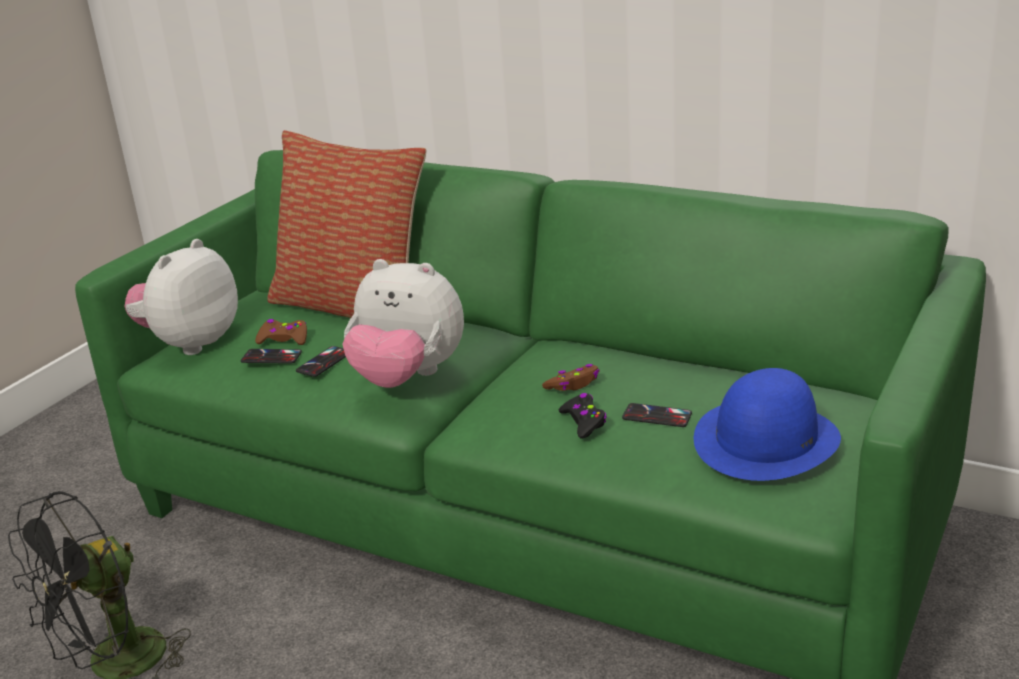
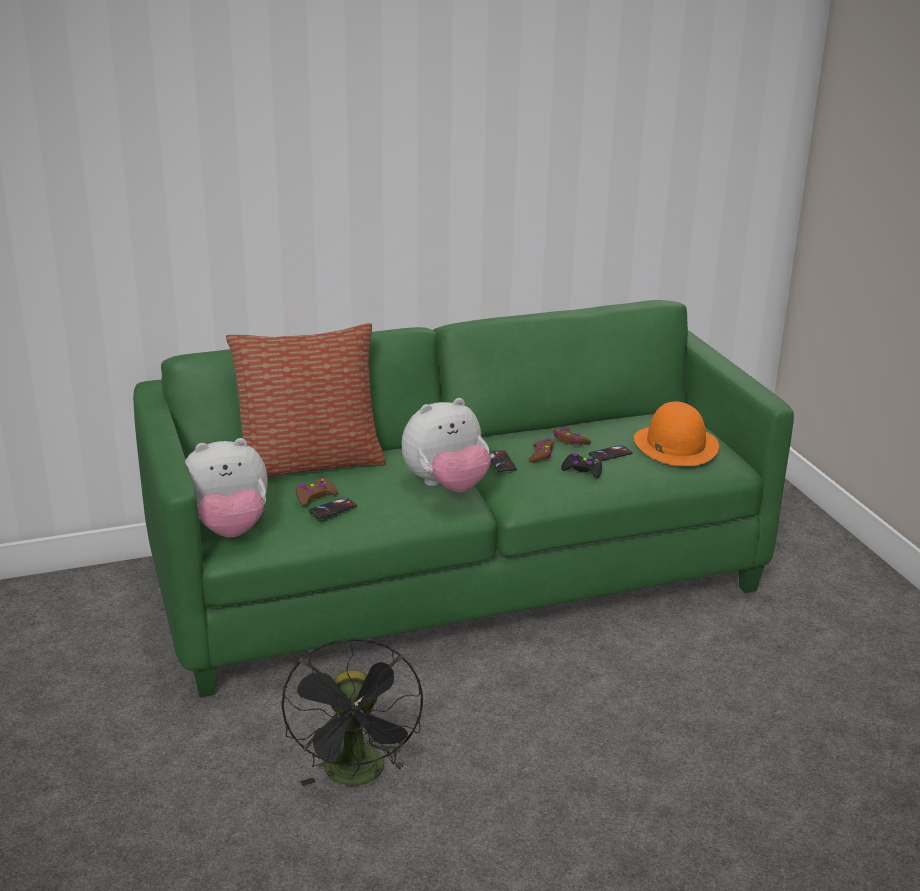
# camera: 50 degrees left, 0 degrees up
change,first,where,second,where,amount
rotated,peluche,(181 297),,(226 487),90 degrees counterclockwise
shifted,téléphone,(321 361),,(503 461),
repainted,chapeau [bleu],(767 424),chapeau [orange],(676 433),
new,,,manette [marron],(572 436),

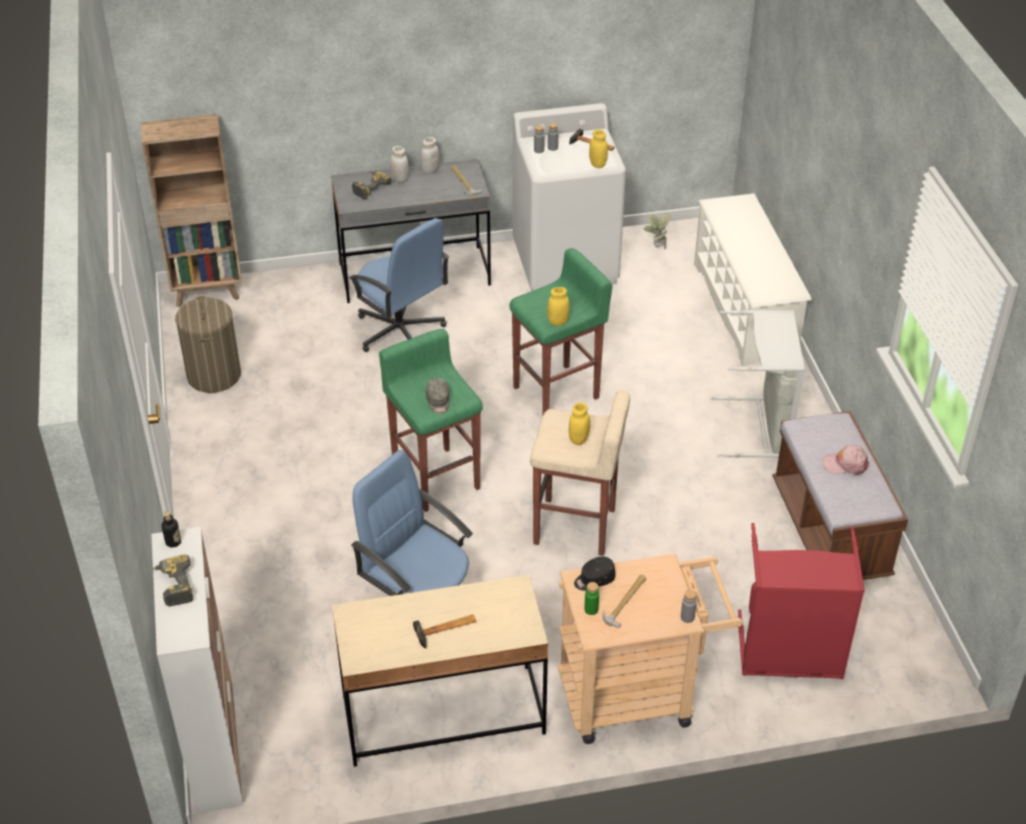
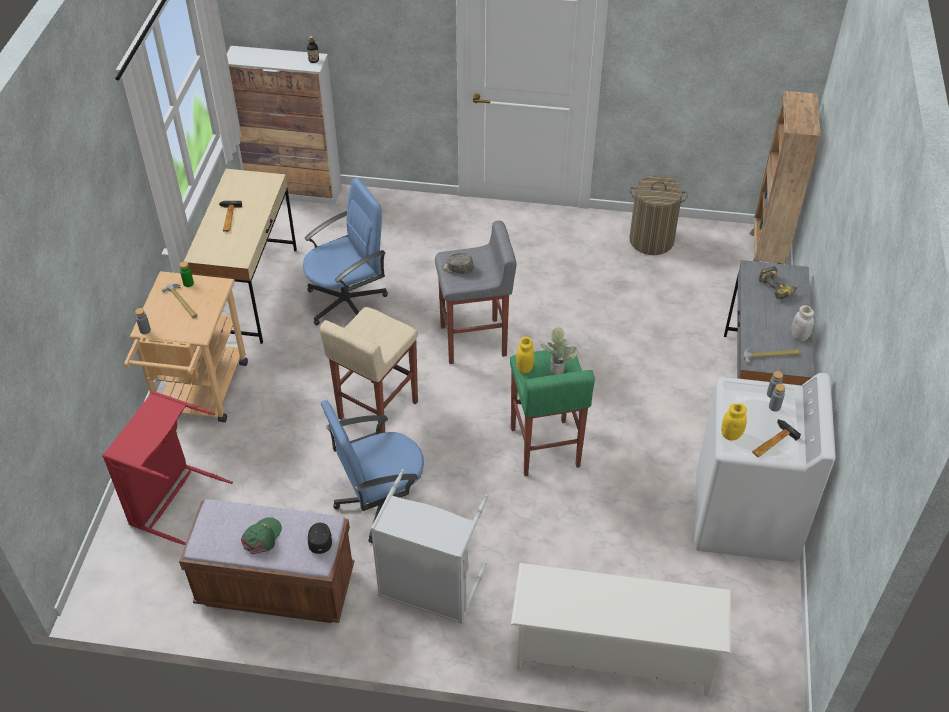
# camera: 110 degrees right, 5 degrees up
change,first,where,second,where,amount
gone,perceuse,(170 580),,,
shifted,chaise de bureau [bleu],(399 285),,(372 471),
repainted,tabouret [vert],(431 420),tabouret [gris],(475 292),
gone,bocal [blanc],(399 164),,,
gone,bocal [jaune],(579 423),,,
shifted,casquette [noir],(594 573),,(320 538),
shifted,plante en pot,(657 231),,(560 351),
repainted,casquette [rose],(846 460),casquette [vert],(261 536),

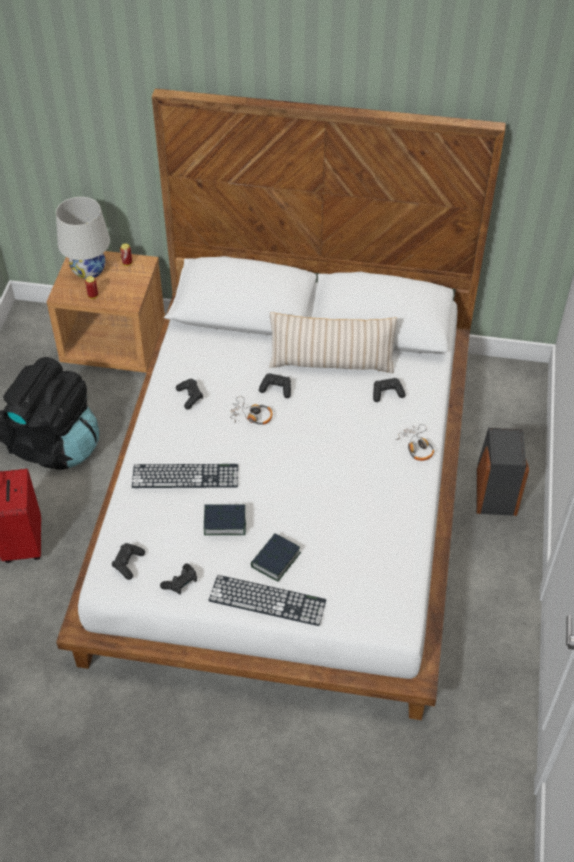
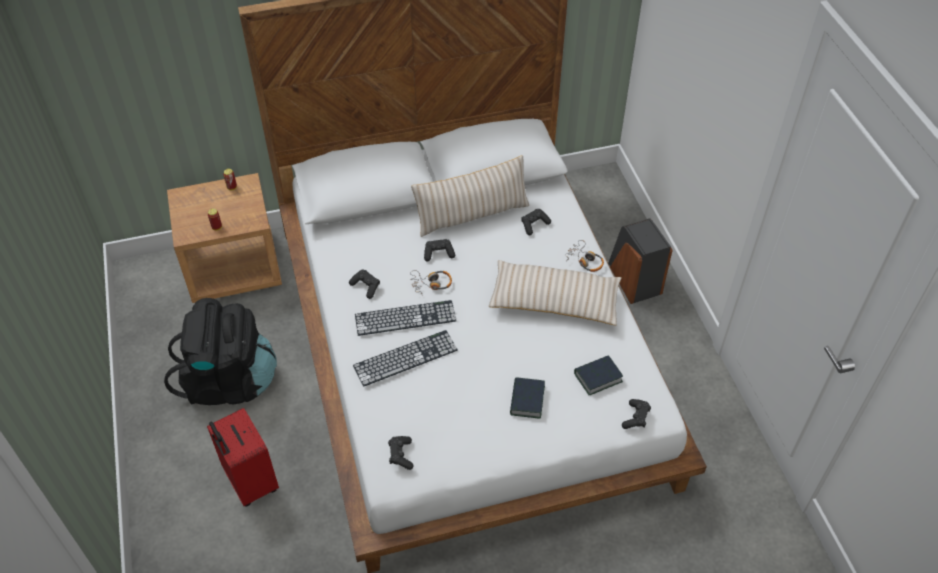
# camera: 25 degrees left, 0 degrees up
change,first,where,second,where,amount
gone,lampe de table [blanc],(83 238),,,
shifted,manette [noir],(178 579),,(636 414),
shifted,livre,(225 519),,(598 375),
shifted,clavier,(267 600),,(406 318),
new,,,coussin [beige],(555 292),

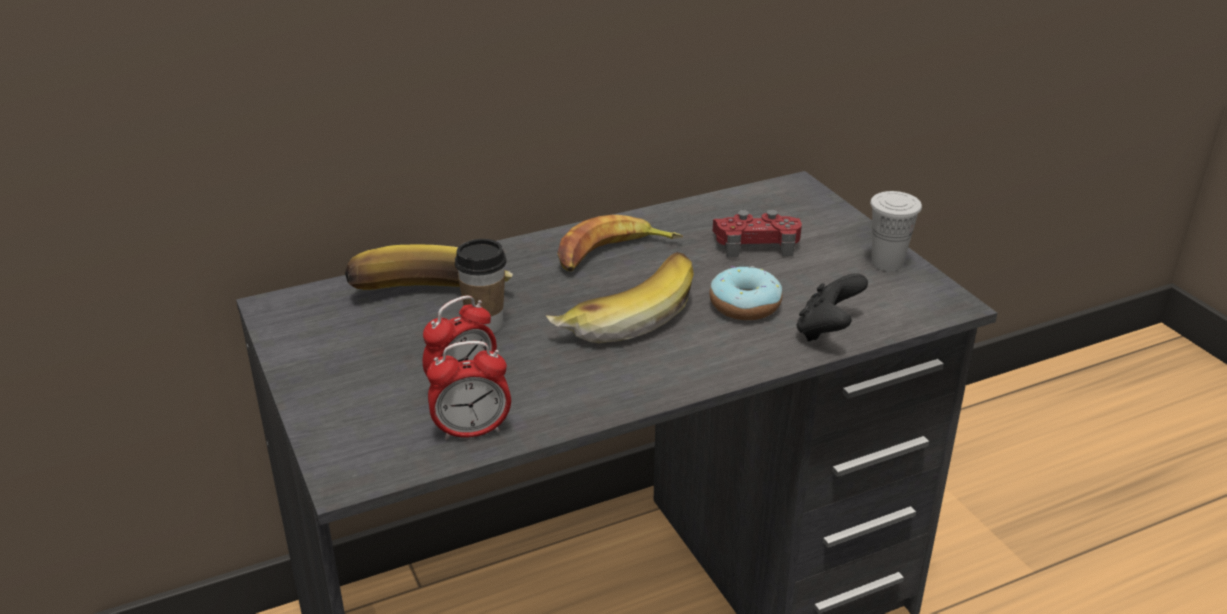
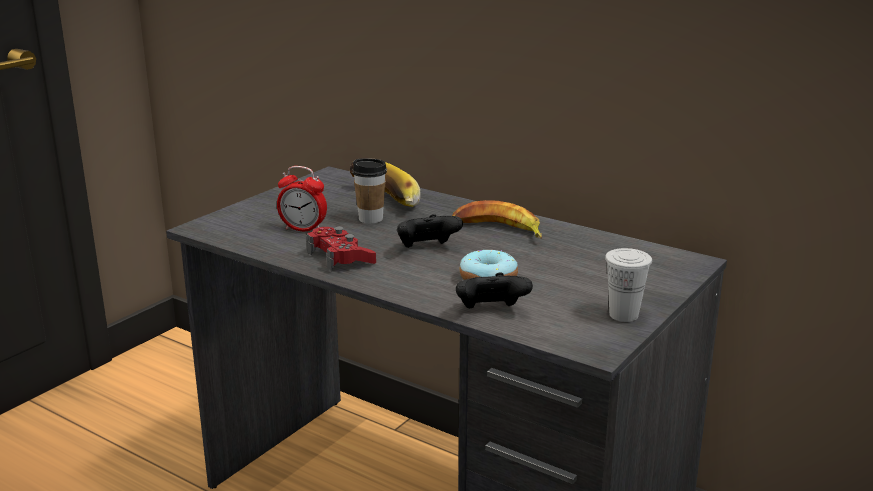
# camera: 60 degrees right, 10 degrees down
change,first,where,second,where,amount
gone,réveil,(469 390),,,
swapped,banane,(620 297),manette [noir],(430 231),
shifted,manette [rouge],(757 233),,(341 248),

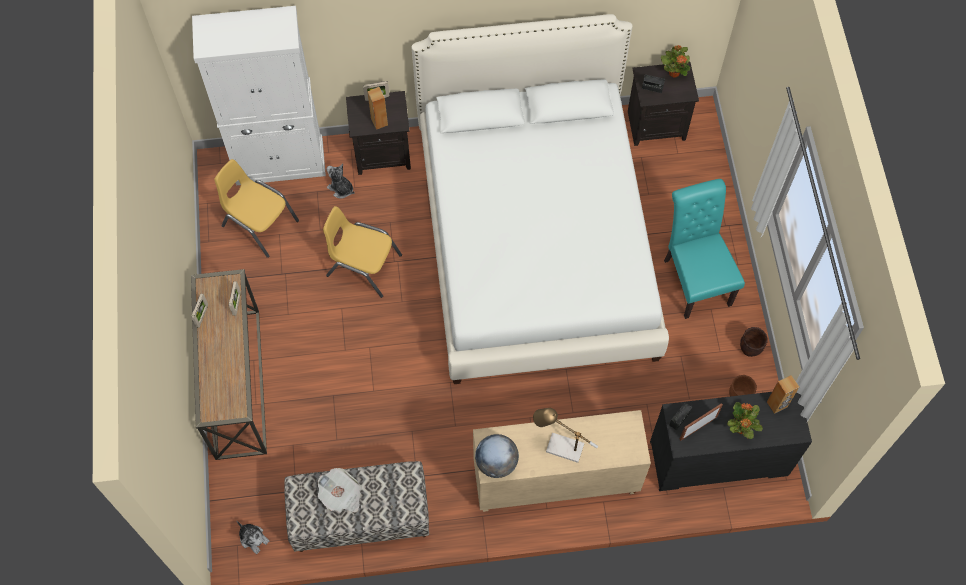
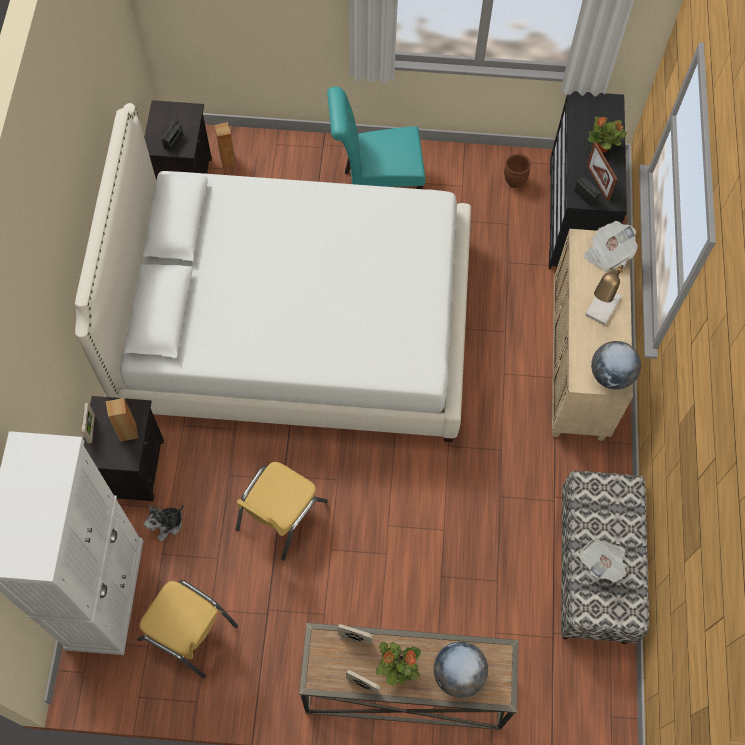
# camera: 80 degrees left, 0 degrees up
change,first,where,second,where,amount
rotated,chaise [jaune],(256 208),,(187 629),105 degrees counterclockwise
gone,peluche,(253 537),,,
shifted,plante en pot,(675 61),,(398 664),
gone,cache-pot [marron],(754 342),,,
shifted,enceinte [marron],(783 394),,(225 145),
new,,,globe,(461 670),
new,,,journal,(611 246),

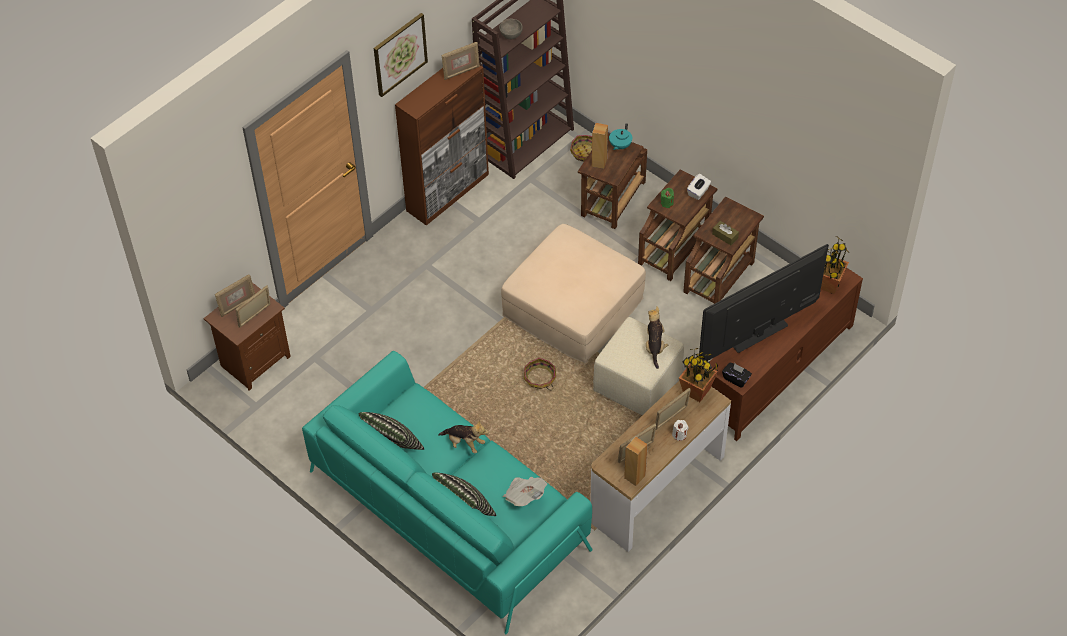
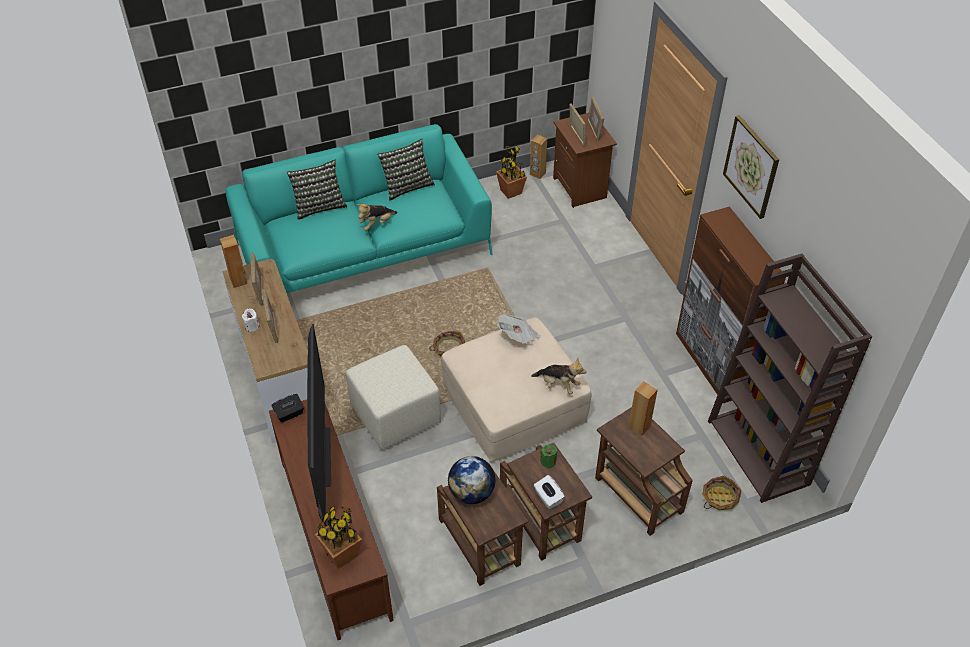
# camera: 115 degrees right, 5 degrees down
change,first,where,second,where,amount
gone,cadre photo,(461 61),,,
gone,bol [gris],(511 29),,,
shifted,journal,(525 491),,(519 329),
gone,théière [turquoise],(620 136),,,
shifted,peluche,(657 337),,(559 376),
shifted,plante en pot,(698 375),,(511 172),
swapped,boîte à mouchoirs [marron],(725 233),globe,(472 480),
new,,,enceinte [marron],(538 156),

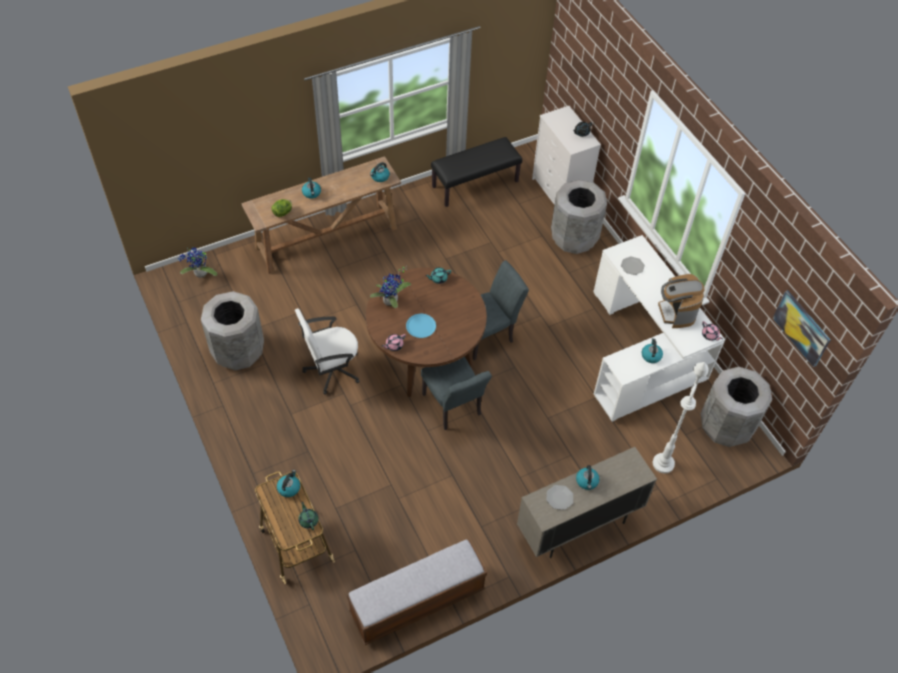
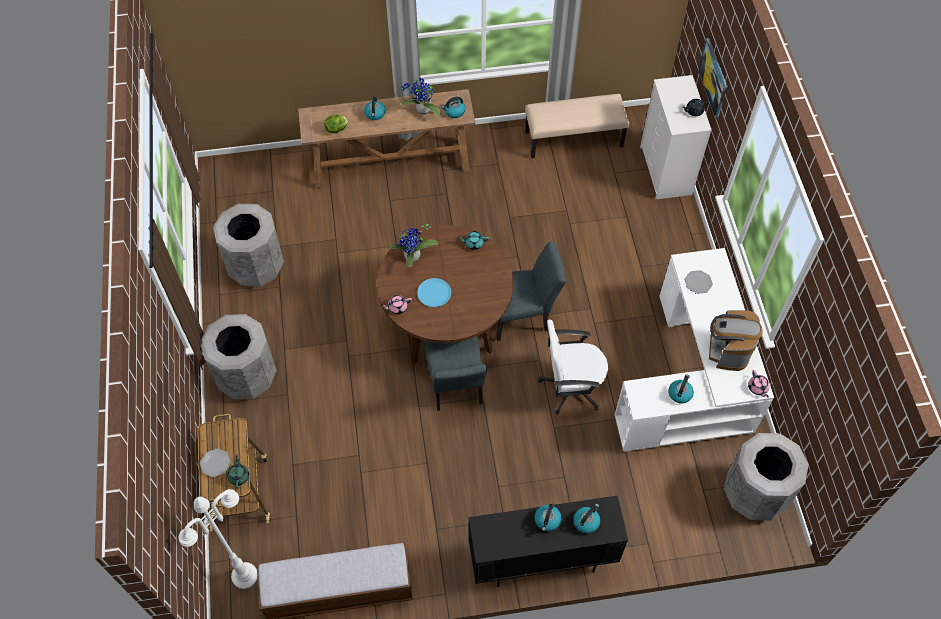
# camera: 20 degrees right, 5 degrees up
change,first,where,second,where,amount
shifted,plante en pot,(197 262),,(421 96),
shifted,bouilloire,(288 483),,(586 518),
shifted,chaise de bureau [blanc],(327 351),,(573 367),
repainted,banc [noir],(476 172),banc [beige],(577 126),
repainted,meuble de rangement [beige],(587 502),meuble de rangement [noir],(548 541),
shifted,assiette,(560 497),,(215 462),
shifted,poubelle [gris],(579 217),,(239 356),
shifted,lampadaire [blanc],(681 417),,(218 539),
shifted,tableau,(801 328),,(712 78),

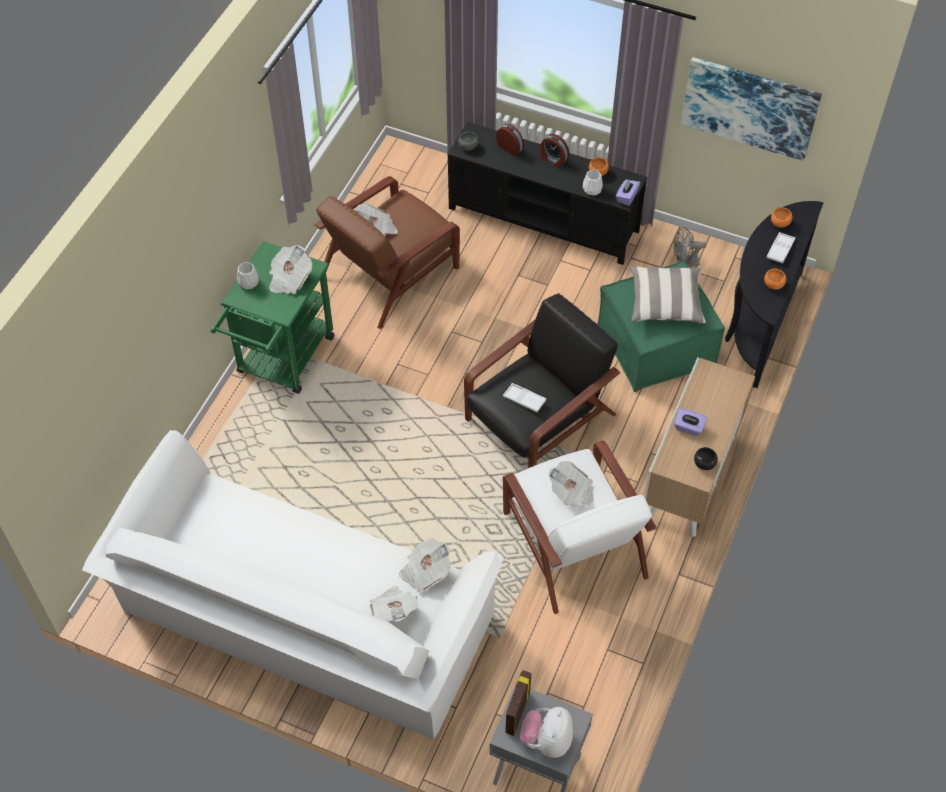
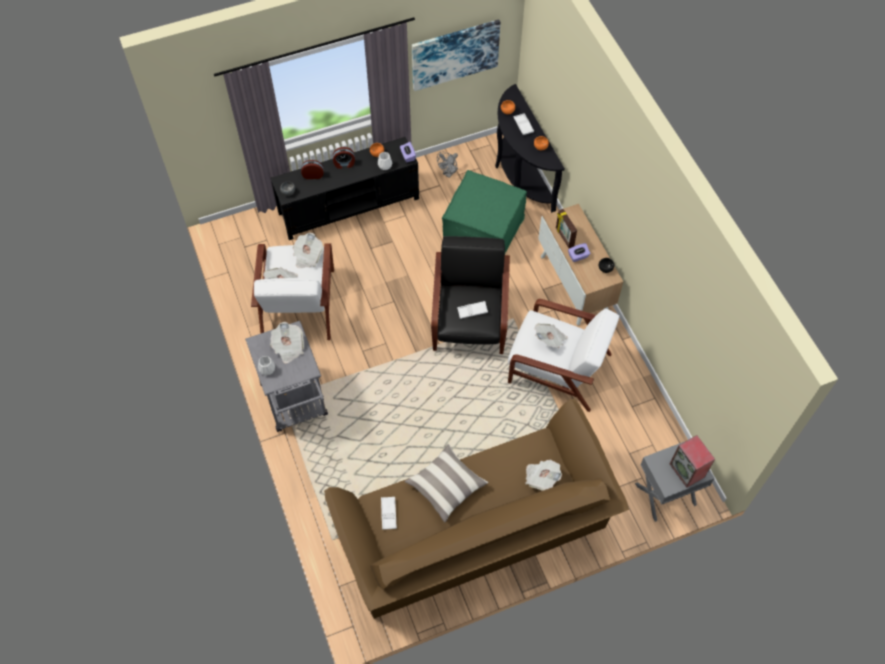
# camera: 45 degrees left, 5 degrees up
change,first,where,second,where,amount
repainted,canapé [blanc],(292 585),canapé [marron],(476 509),
repainted,chariot [vert],(272 317),chariot [gris],(286 376),
repainted,fauteuil [marron],(387 252),fauteuil [blanc],(292 291),
shifted,journal,(425 565),,(308 250),
shifted,cadre photo,(518 703),,(566 229),
swapped,peluche,(546 732),enceinte,(692 461),
shifted,coussin,(667 294),,(446 483),
new,,,plateau [blanc],(389 513),

